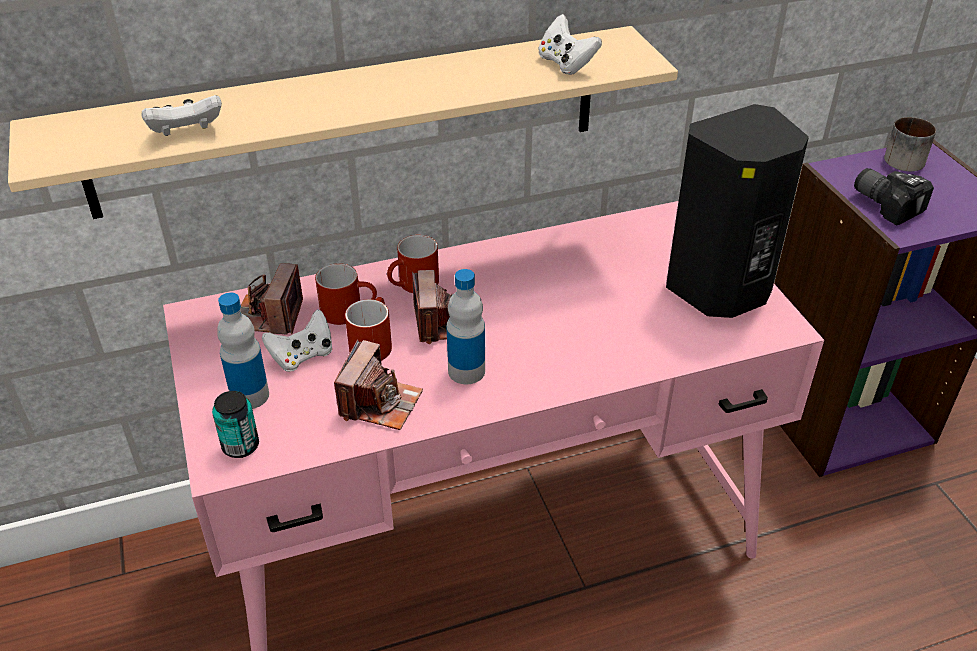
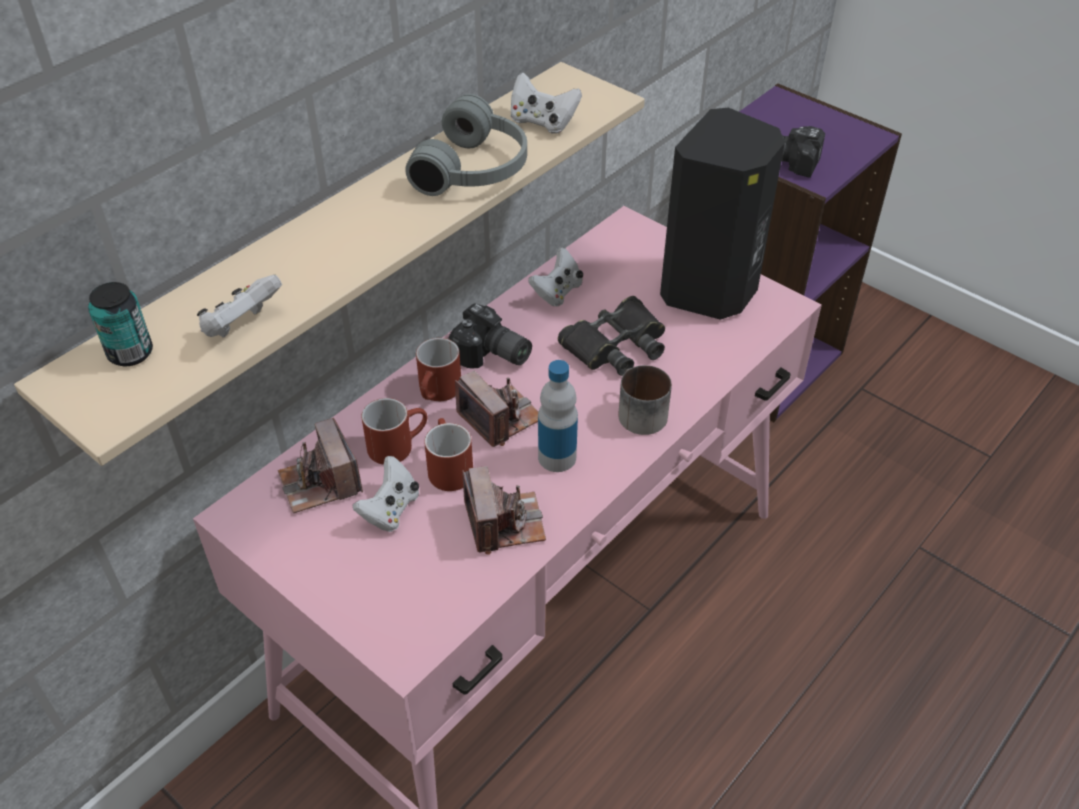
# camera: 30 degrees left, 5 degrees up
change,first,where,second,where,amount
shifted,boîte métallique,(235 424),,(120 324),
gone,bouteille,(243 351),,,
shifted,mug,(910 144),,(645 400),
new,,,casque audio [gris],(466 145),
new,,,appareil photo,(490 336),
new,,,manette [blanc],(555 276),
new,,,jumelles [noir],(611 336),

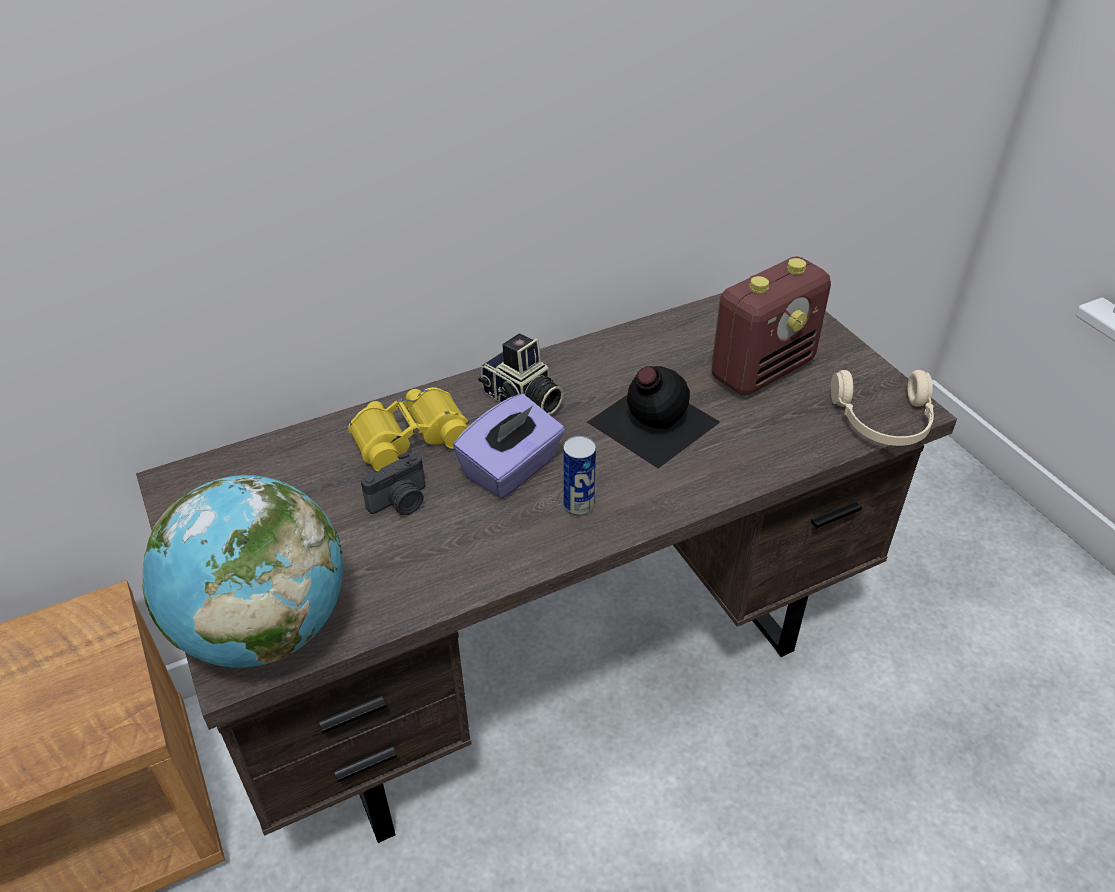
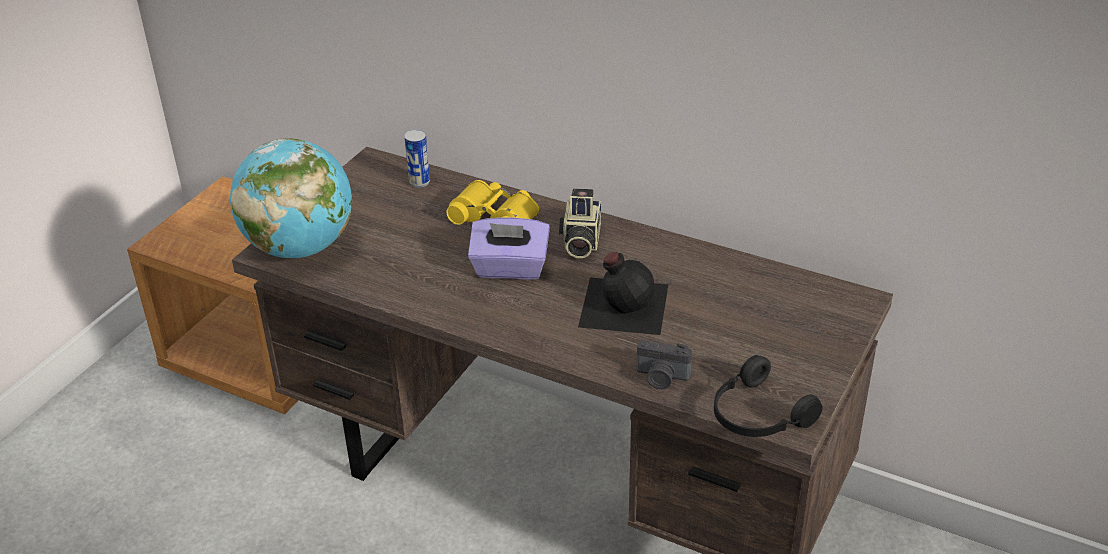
# camera: 55 degrees right, 5 degrees down
change,first,where,second,where,amount
shifted,appareil photo,(393 483),,(664 364),
shifted,boîte métallique,(579 476),,(417 159),
gone,radio,(771 326),,,
repainted,casque audio [beige],(882 408),casque audio [noir],(768 396),

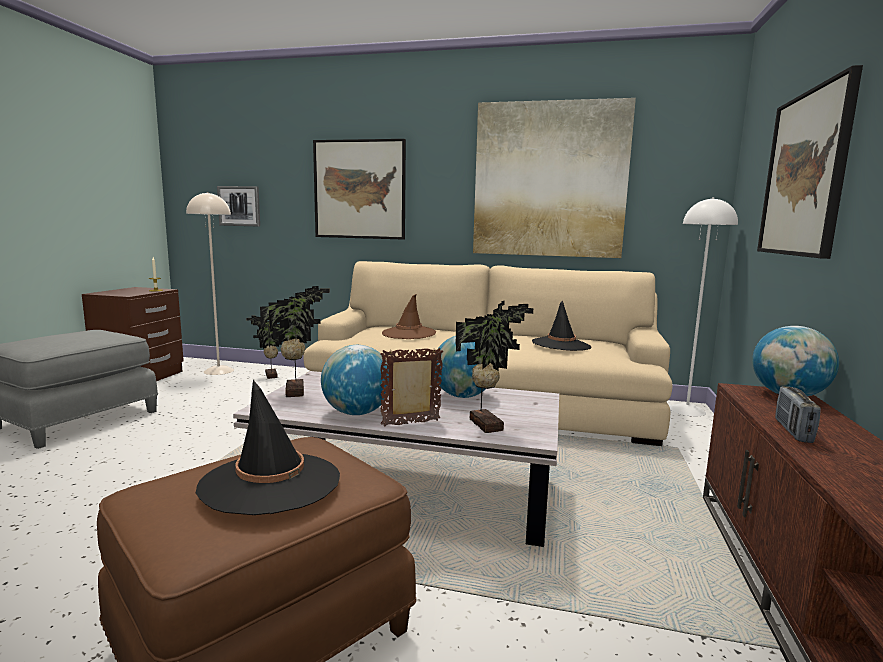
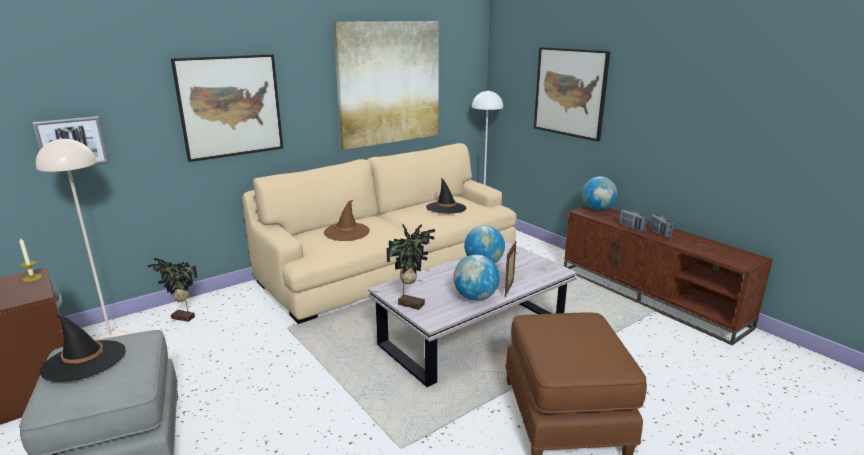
# camera: 50 degrees left, 10 degrees up
change,first,where,second,where,amount
shifted,chapeau [noir],(268 447),,(82 348),
gone,plante en pot,(494 366),,,
new,,,radio,(661 226),

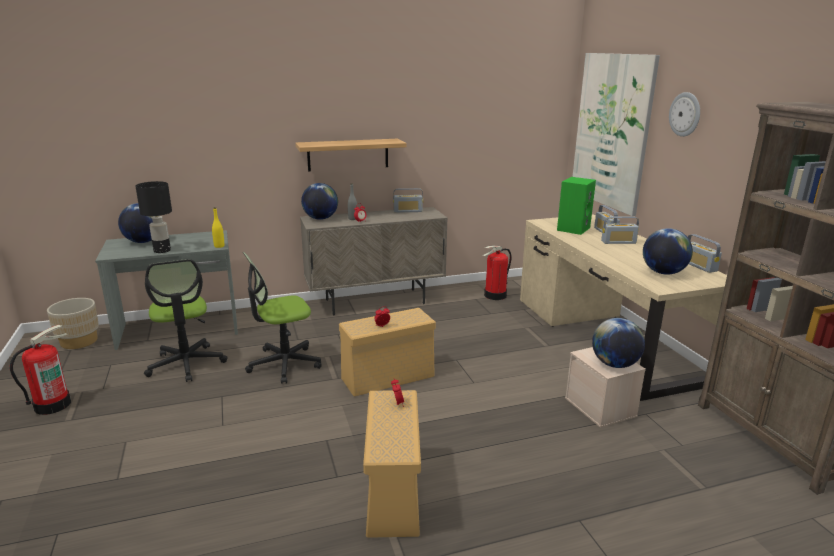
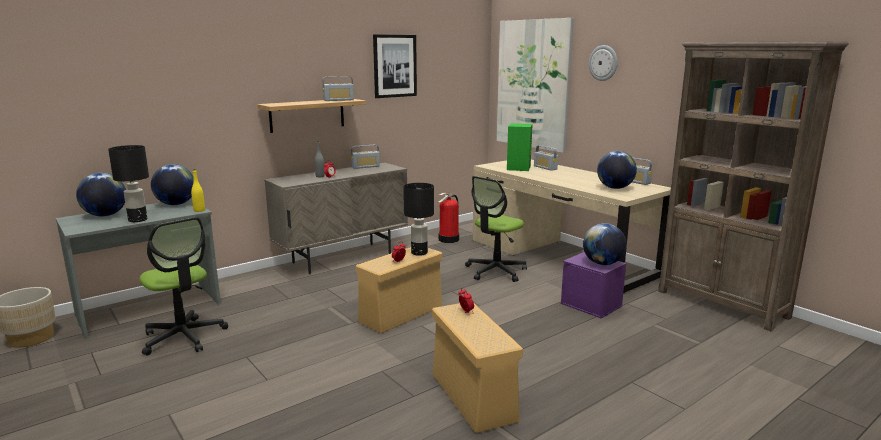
# camera: 20 degrees left, 5 degrees down
change,first,where,second,where,amount
gone,extincteur,(40 370),,,
shifted,chaise de bureau,(282 318),,(496 229),
shifted,globe,(319 201),,(172 184),
repainted,boîte de rangement [beige],(605 387),boîte de rangement [violet],(593 285),
shifted,radio,(620 230),,(338 88),
new,,,tableau,(395 66),
new,,,lampe de table [noir],(418 219),

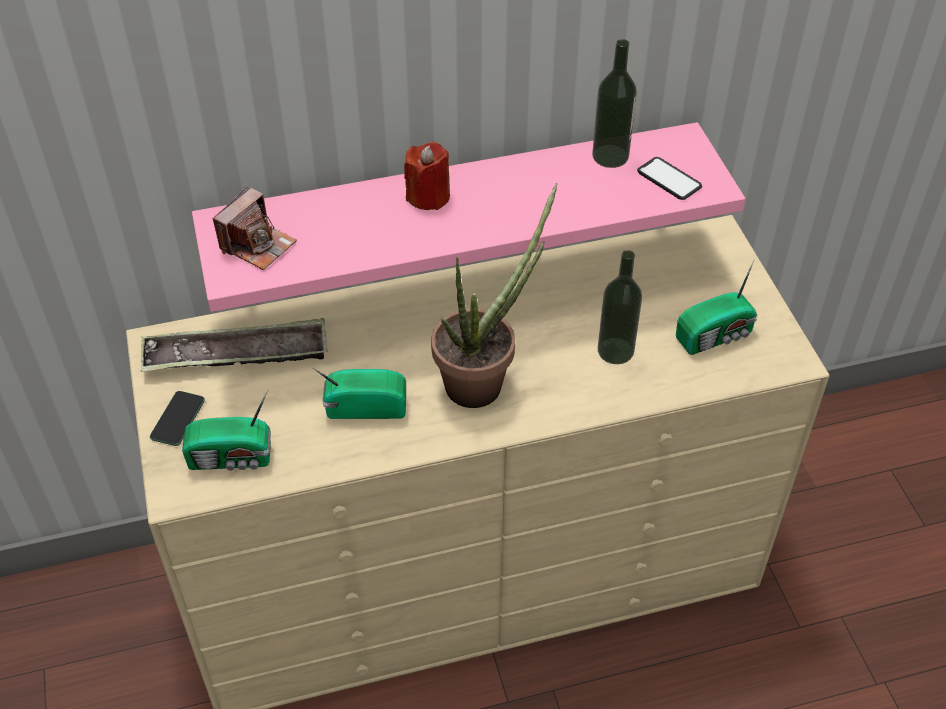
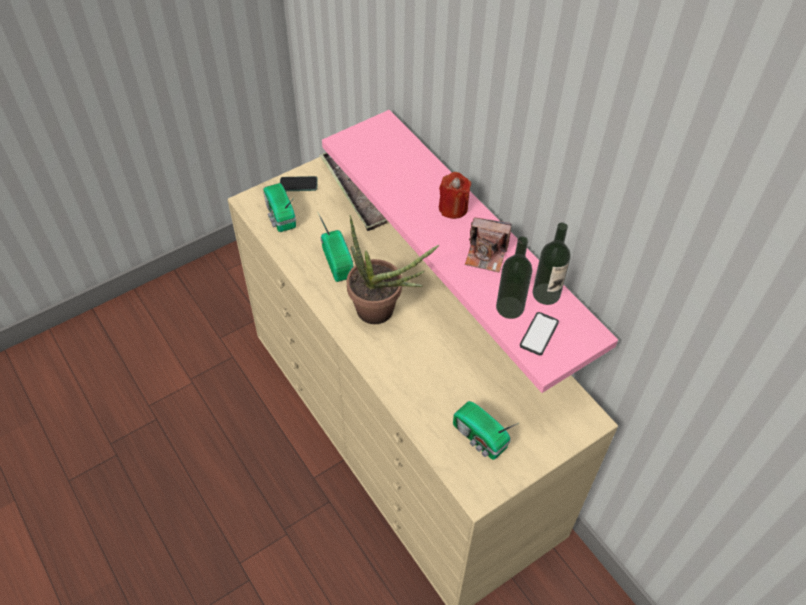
# camera: 70 degrees right, 5 degrees up
change,first,where,second,where,amount
shifted,appareil photo,(255 228),,(488 245),
shifted,bouteille,(620 307),,(514 277),

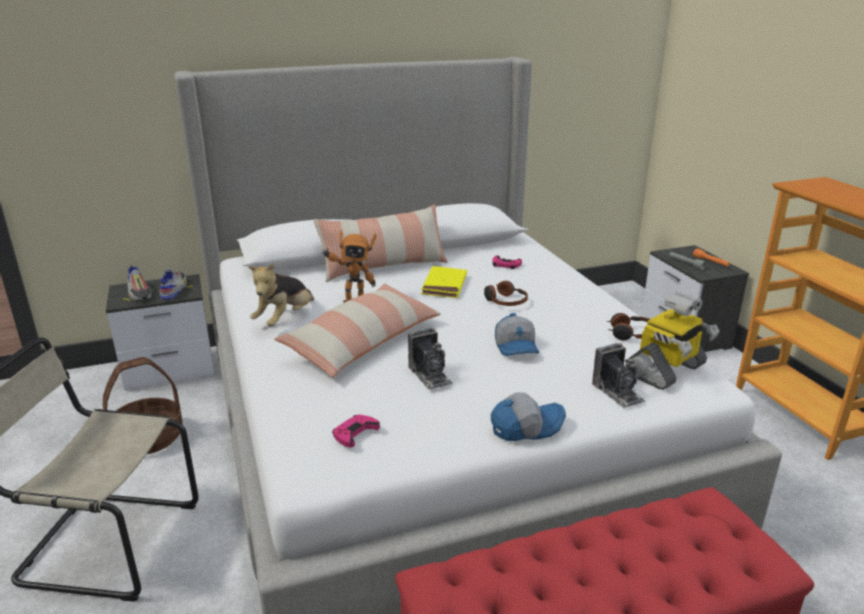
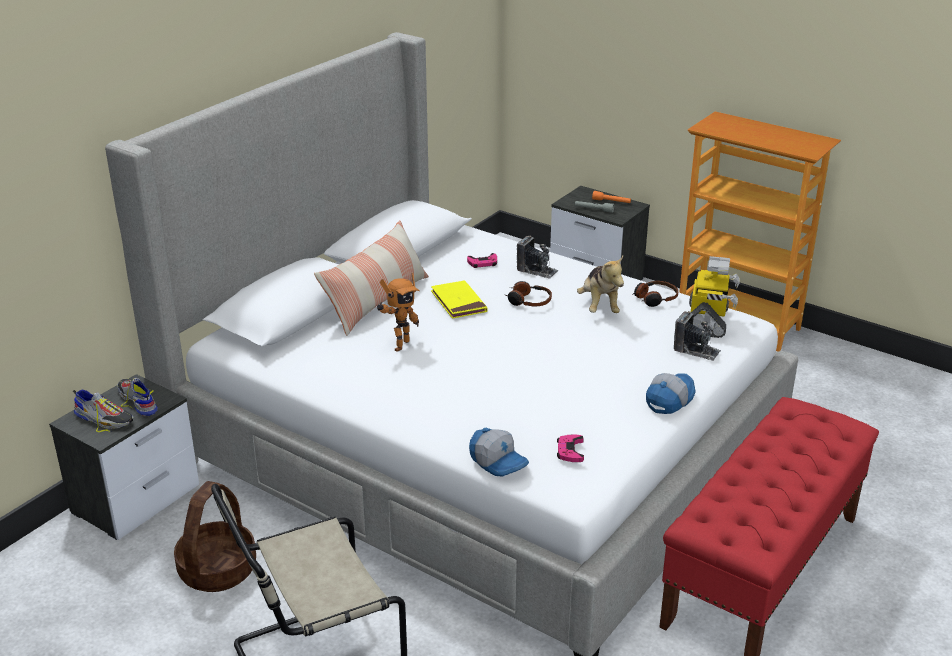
# camera: 35 degrees left, 5 degrees up
change,first,where,second,where,amount
shifted,peluche,(281 295),,(600 284),
gone,coussin,(357 330),,,
shifted,appareil photo,(430 359),,(538 257),
shifted,casquette,(517 334),,(499 452),

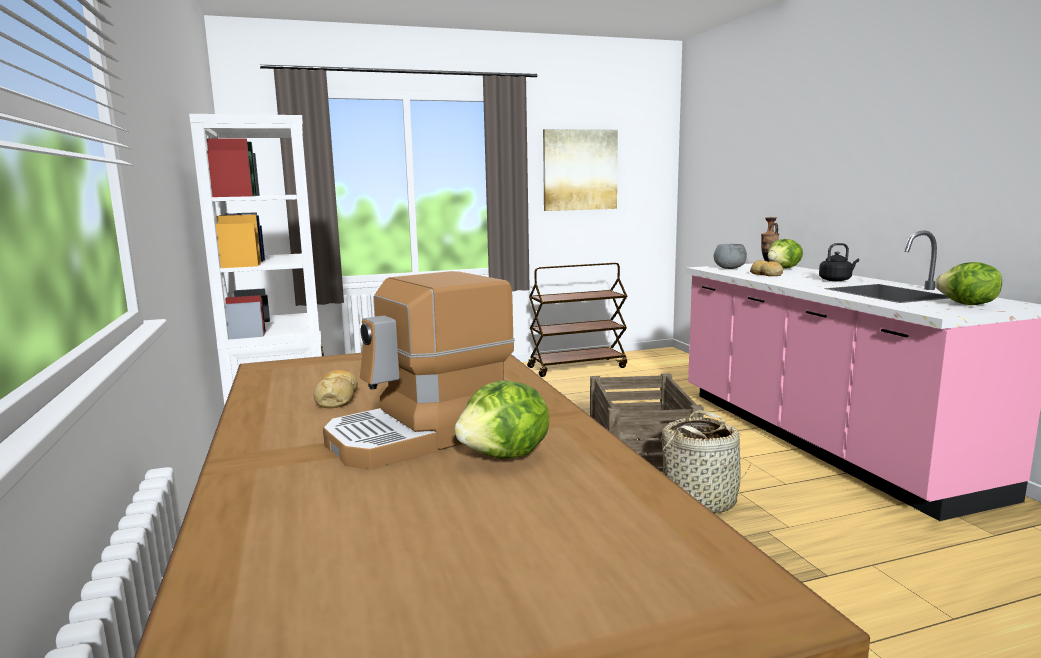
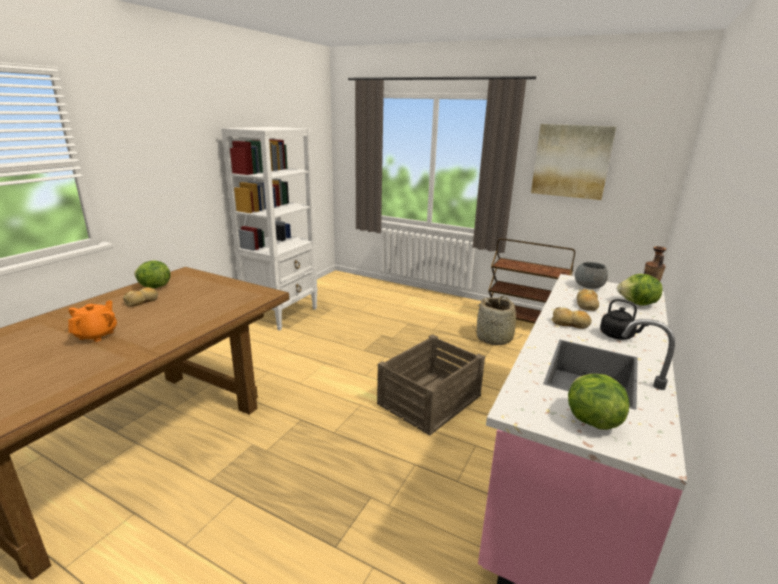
# camera: 45 degrees right, 10 degrees up
change,first,where,second,where,amount
swapped,machine à café,(418 370),théière [orange],(92 321),
shifted,laitue,(501 419),,(152 274),
shifted,panier,(706 462),,(498 320),
new,,,pain,(572 318),

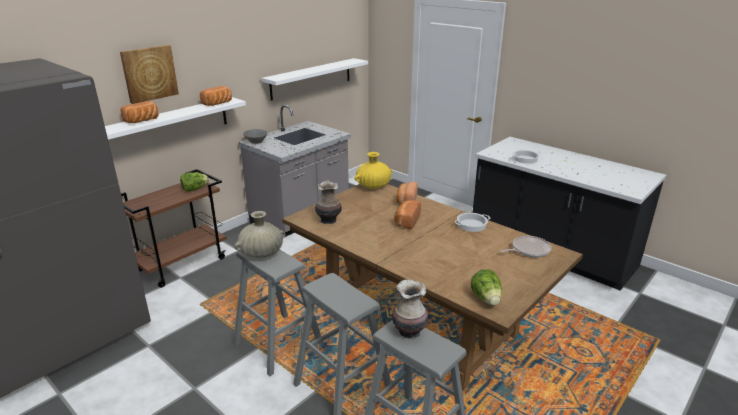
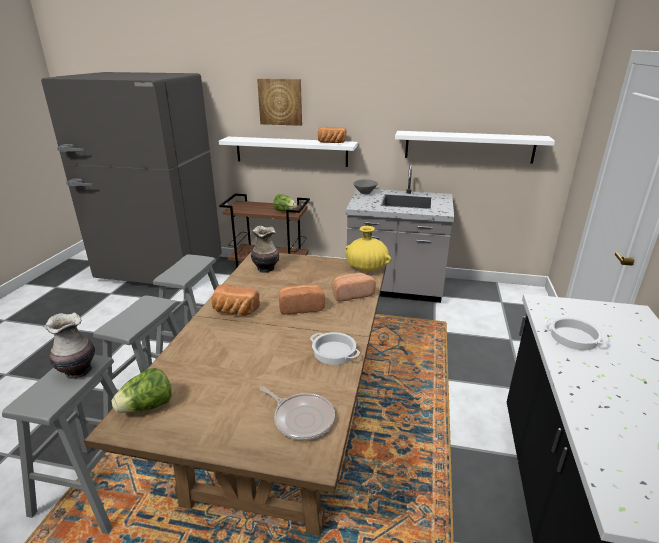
# camera: 60 degrees right, 0 degrees up
change,first,where,second,where,amount
shifted,pain,(139 112),,(236 300),
gone,vase [beige],(260 234),,,

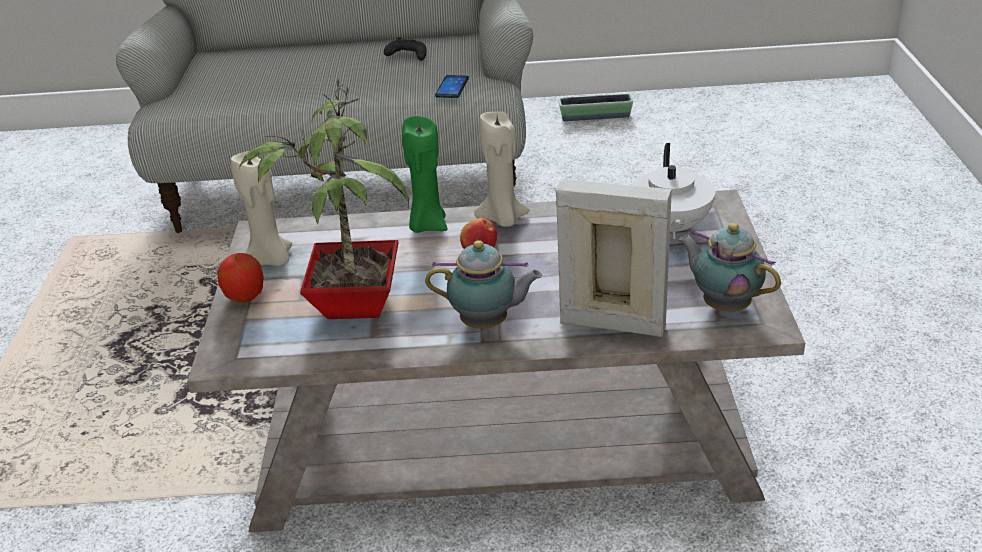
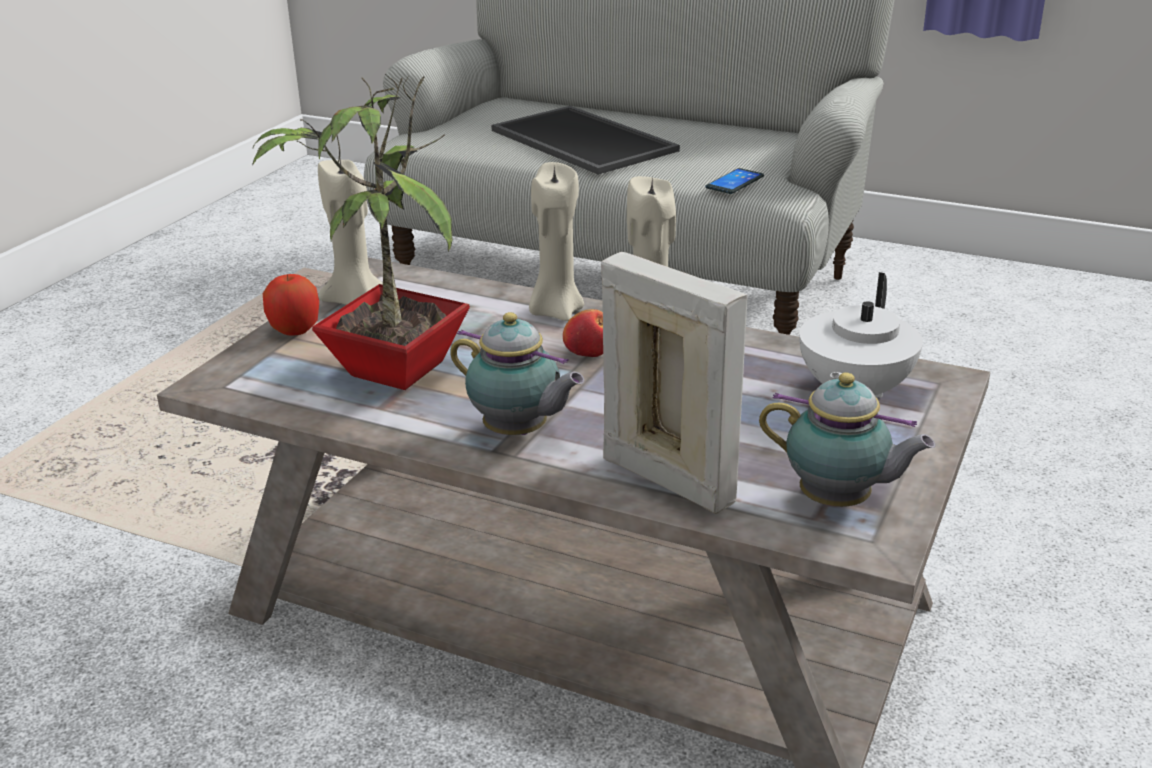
# camera: 25 degrees right, 5 degrees down
change,first,where,second,where,amount
gone,manette [noir],(405 49),,,
repainted,bougie [vert],(425 174),bougie [beige],(556 241),
gone,cache-pot,(595 107),,,
rotated,théière,(729 267),,(847 439),135 degrees clockwise
new,,,plateau,(585 140),

